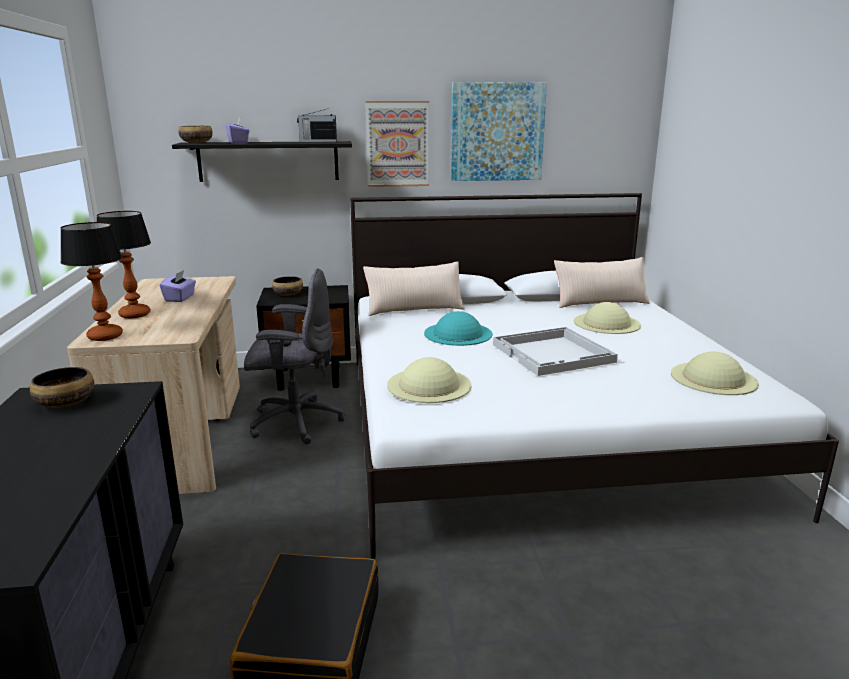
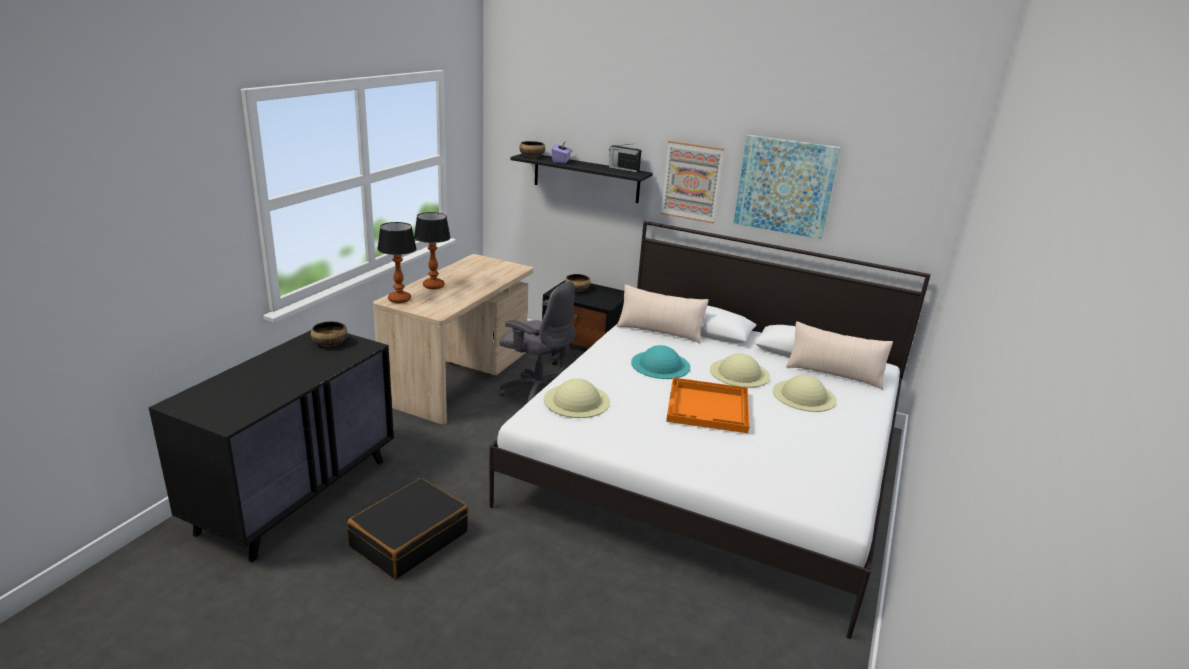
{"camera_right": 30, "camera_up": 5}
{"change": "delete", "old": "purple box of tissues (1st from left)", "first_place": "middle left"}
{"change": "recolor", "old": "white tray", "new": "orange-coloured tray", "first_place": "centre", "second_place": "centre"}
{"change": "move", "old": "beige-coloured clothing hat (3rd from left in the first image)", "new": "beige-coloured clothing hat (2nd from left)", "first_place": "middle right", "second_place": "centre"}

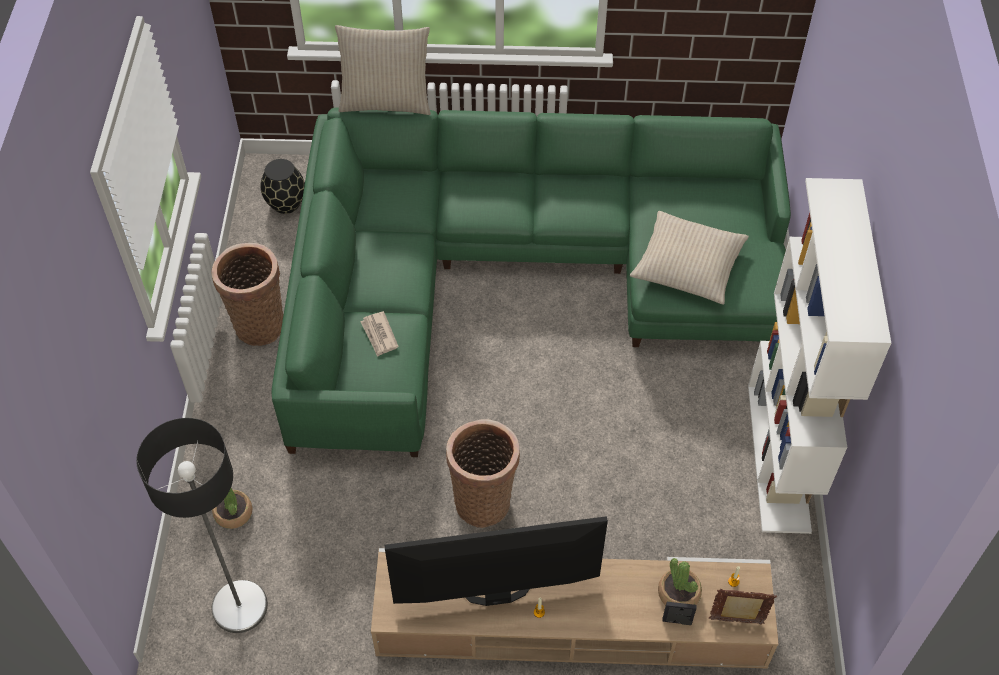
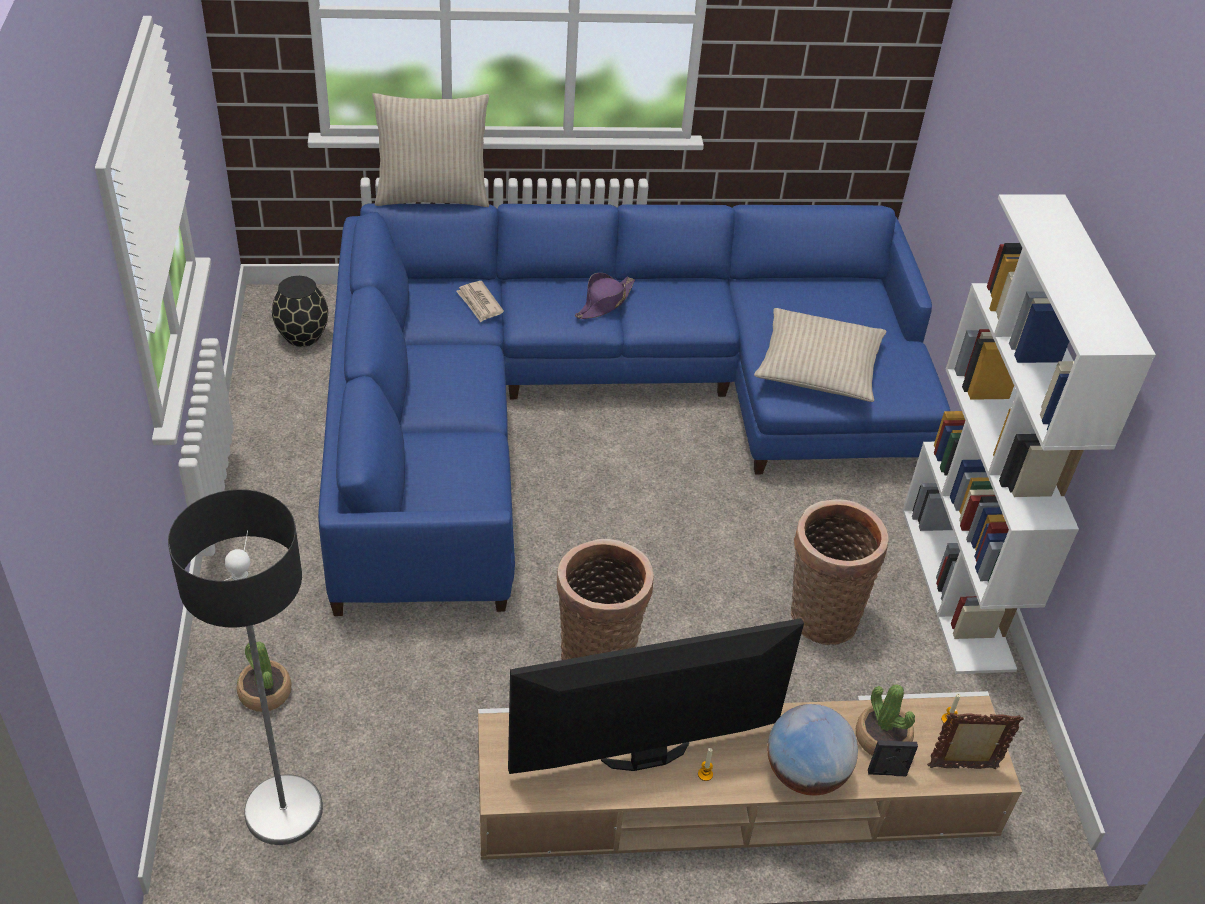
{"camera_right": -10, "camera_up": -10}
{"change": "recolor", "old": "green-coloured settee", "new": "blue settee", "first_place": "centre", "second_place": "centre"}
{"change": "move", "old": "basket (1st from left in the first image)", "new": "basket (2nd from left)", "first_place": "middle left", "second_place": "middle right"}
{"change": "move", "old": "printed paper", "first_place": "centre", "second_place": "top centre"}
{"change": "insert", "new": "purple clothing hat", "second_place": "top centre"}
{"change": "insert", "new": "world globe", "second_place": "bottom right"}

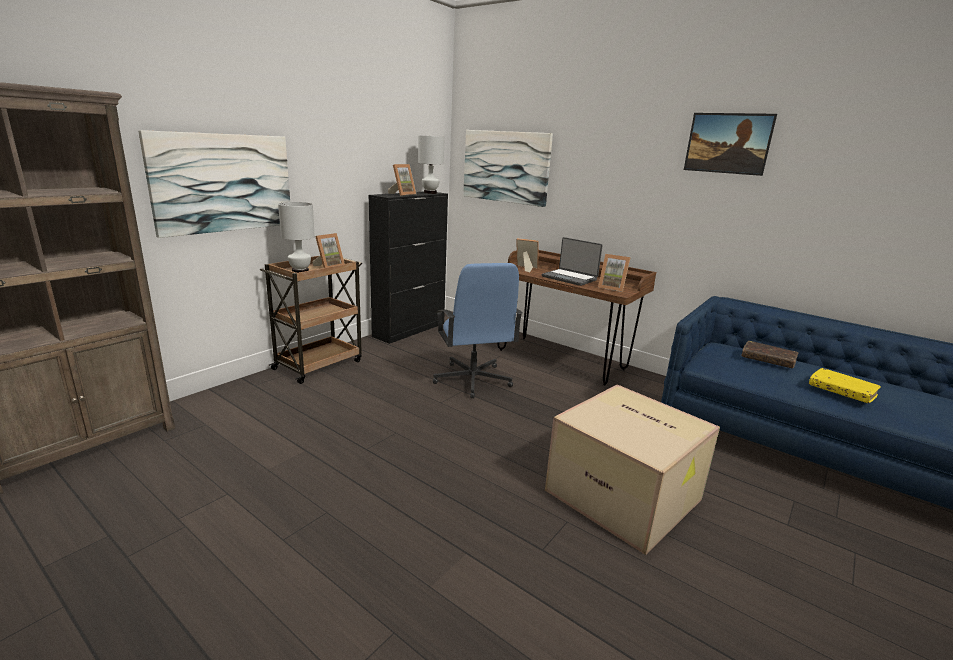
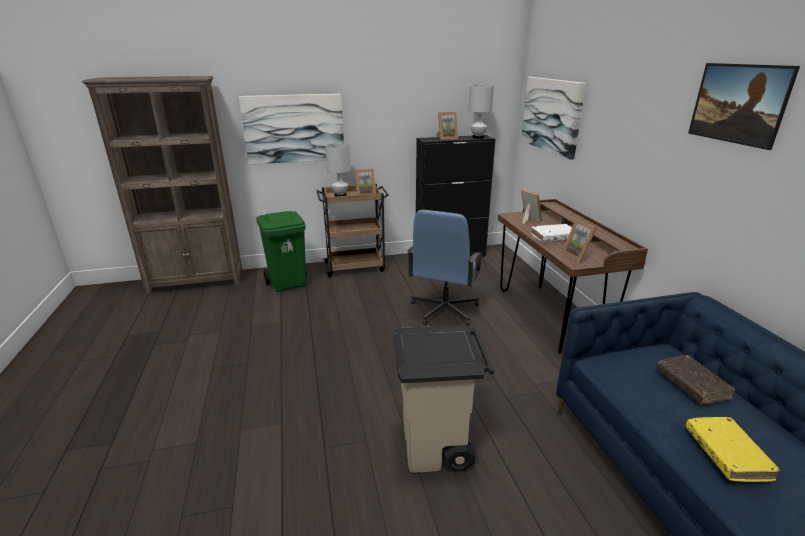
{"camera_right": 40, "camera_up": 5}
{"change": "replace", "old": "portable computer", "new": "white book", "first_place": "centre", "second_place": "middle right"}
{"change": "replace", "old": "packing box", "new": "beige-coloured waste bin", "first_place": "bottom centre", "second_place": "bottom centre"}
{"change": "insert", "new": "green-coloured waste bin", "second_place": "centre"}

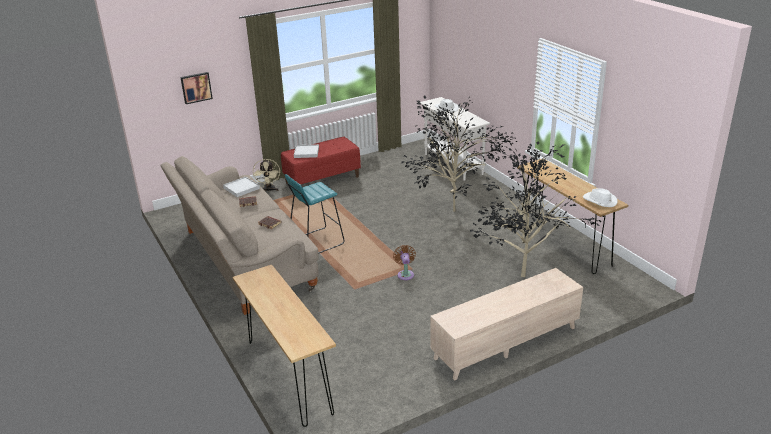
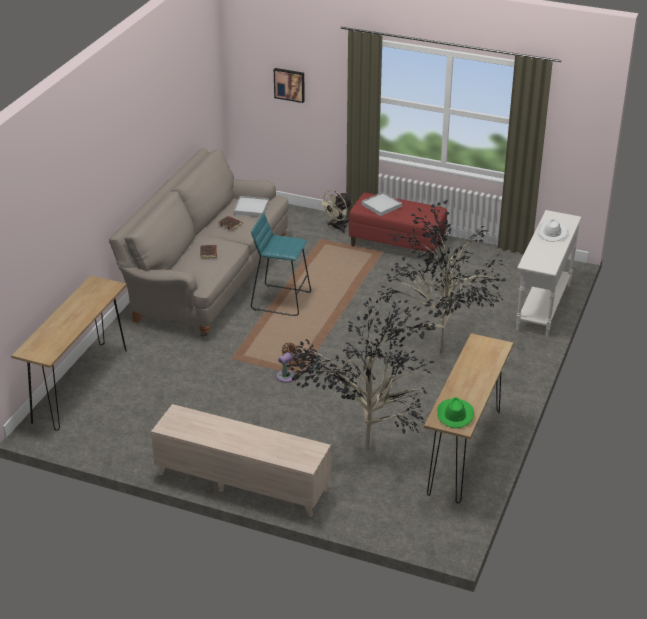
{"camera_right": 50, "camera_up": 5}
{"change": "recolor", "old": "white clothing hat (2nd from left)", "new": "green-coloured clothing hat", "first_place": "middle right", "second_place": "middle right"}

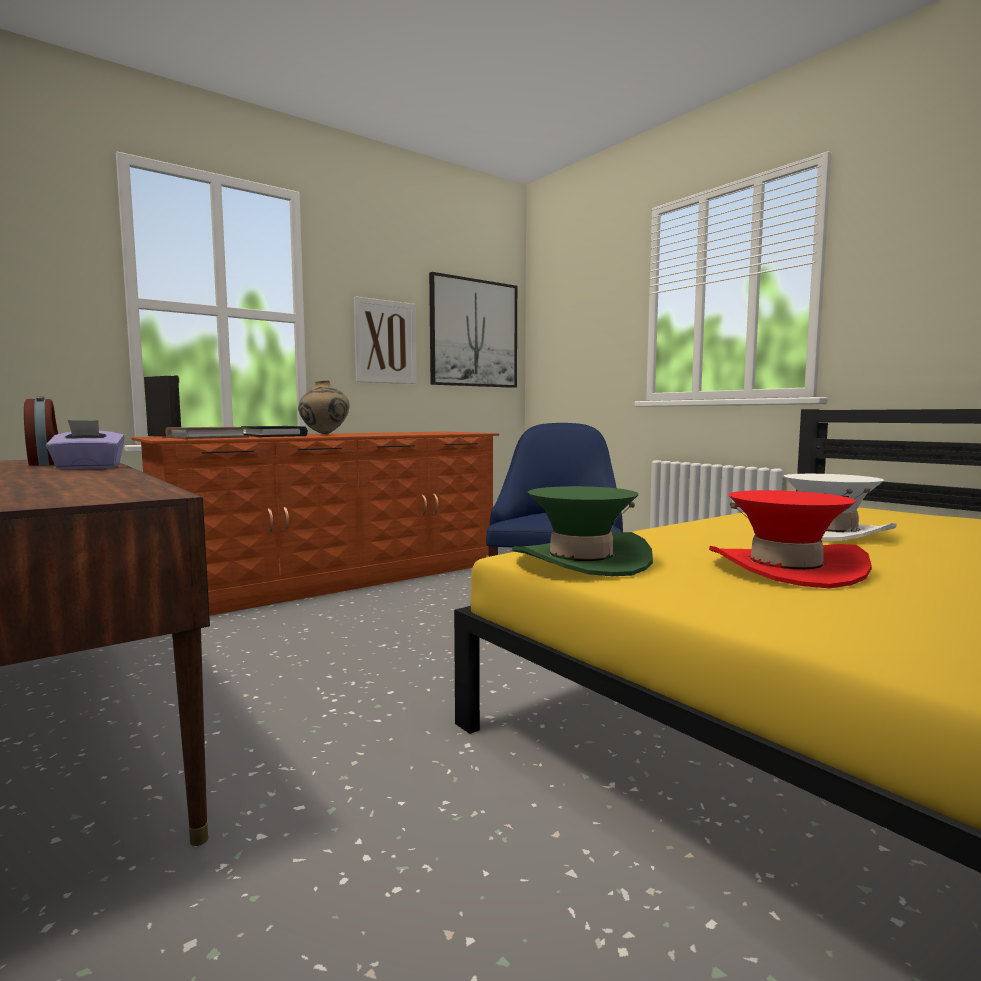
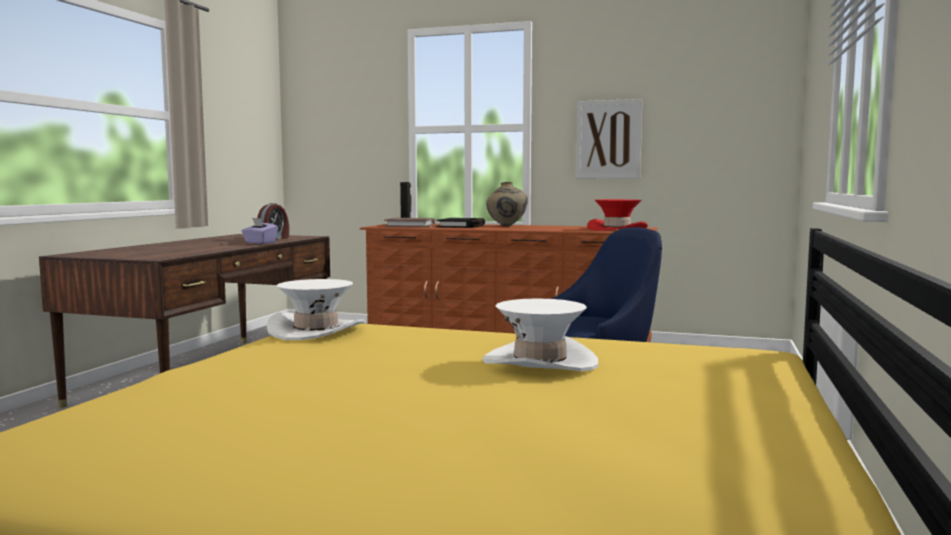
{"camera_right": 55, "camera_up": 0}
{"change": "delete", "old": "wall picture (2nd from left)", "first_place": "centre"}
{"change": "recolor", "old": "green-coloured clothing hat", "new": "white clothing hat (1st from left)", "first_place": "centre", "second_place": "middle left"}
{"change": "move", "old": "red clothing hat", "first_place": "middle right", "second_place": "centre"}

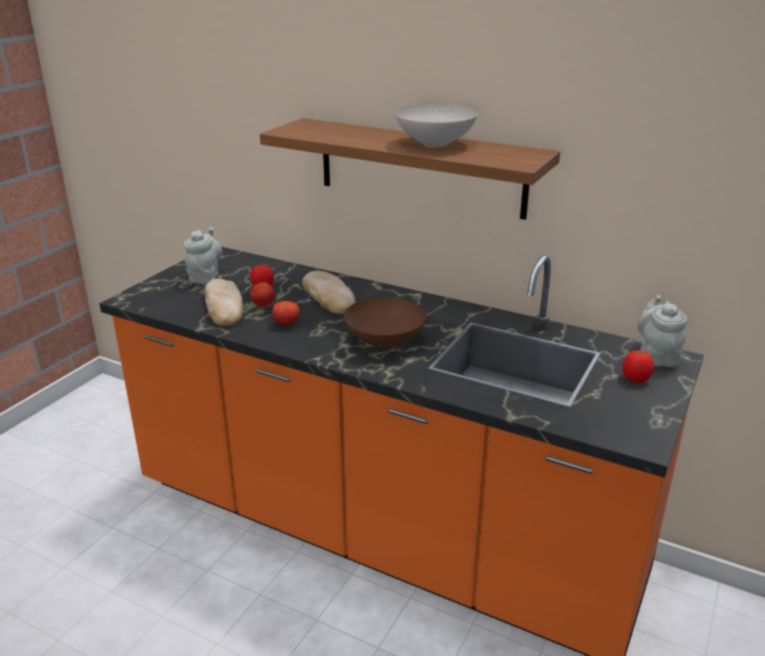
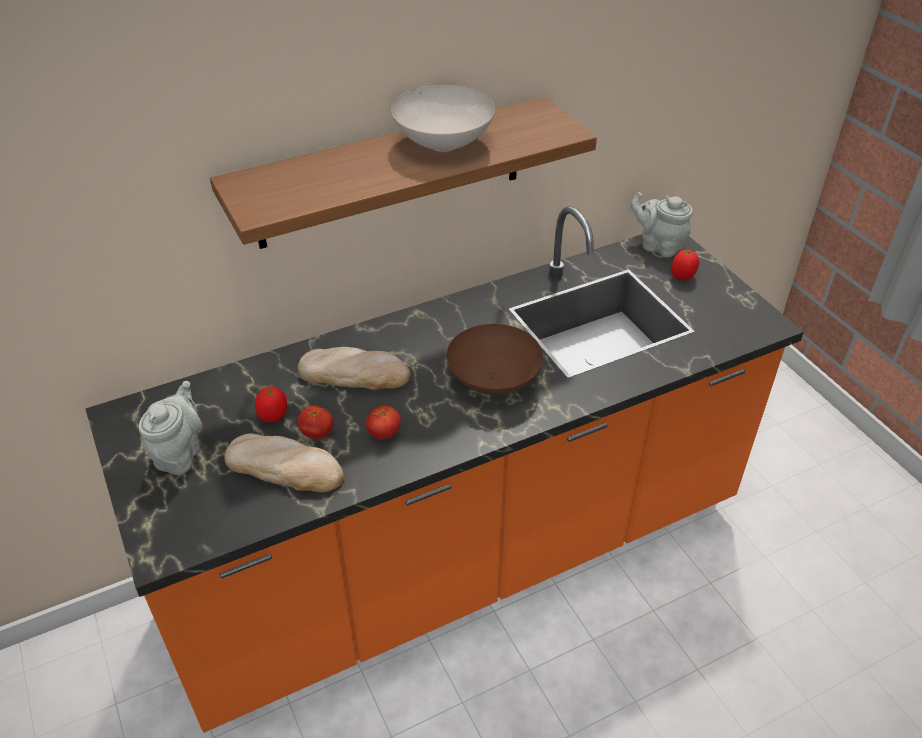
{"camera_right": -55, "camera_up": 15}
{"change": "rotate", "old": "grey tea pot (1st from left)", "first_place": "middle left", "second_place": "middle left", "degrees": 60}

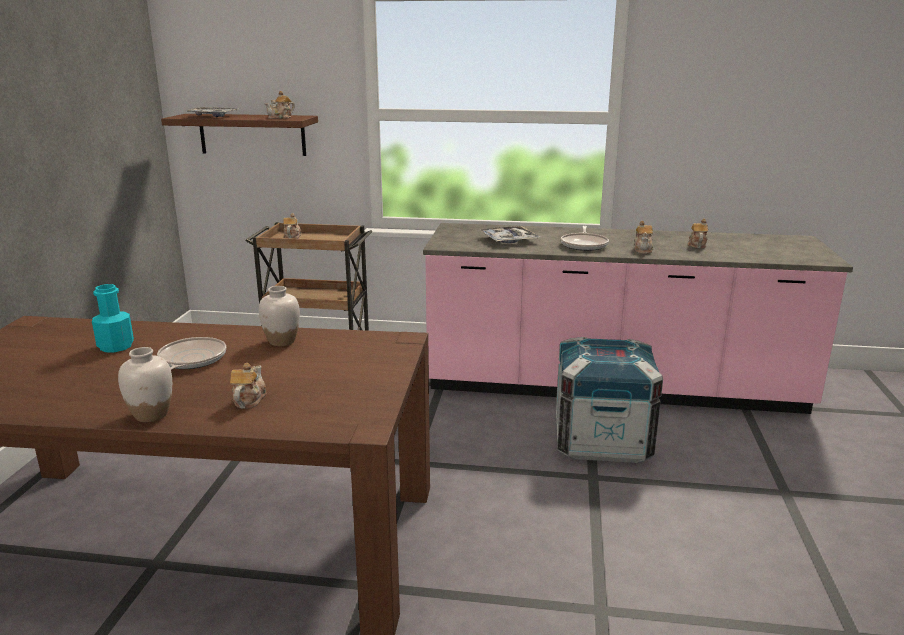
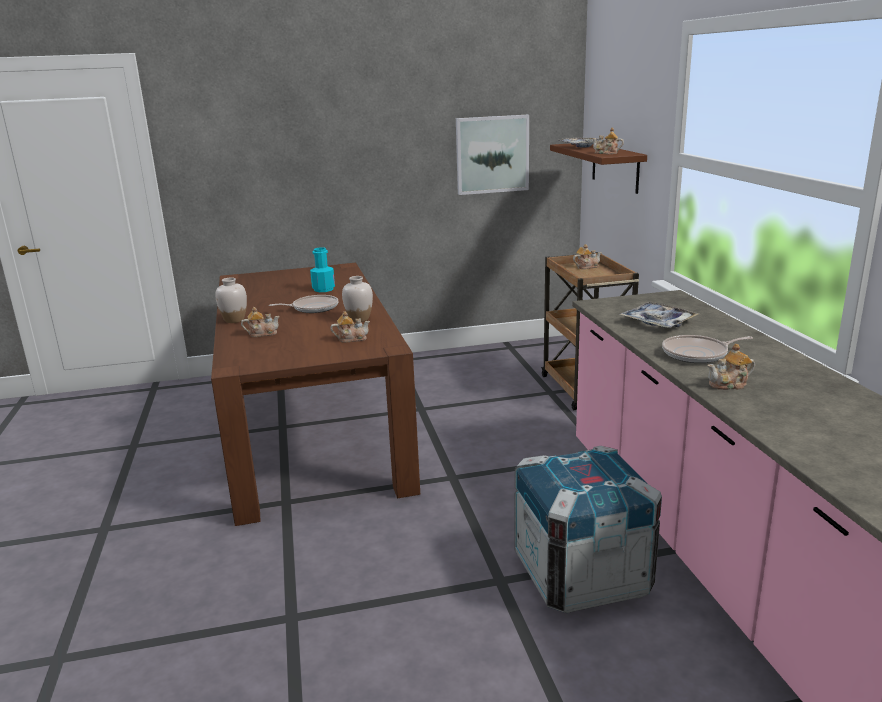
{"camera_right": 70, "camera_up": 0}
{"change": "move", "old": "tea pot (5th from left in the first image)", "new": "tea pot (2nd from left)", "first_place": "middle right", "second_place": "centre"}
{"change": "insert", "new": "wall picture", "second_place": "top centre"}

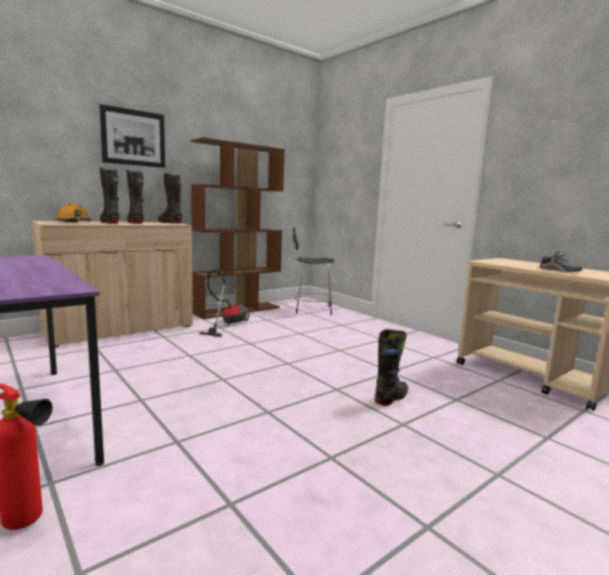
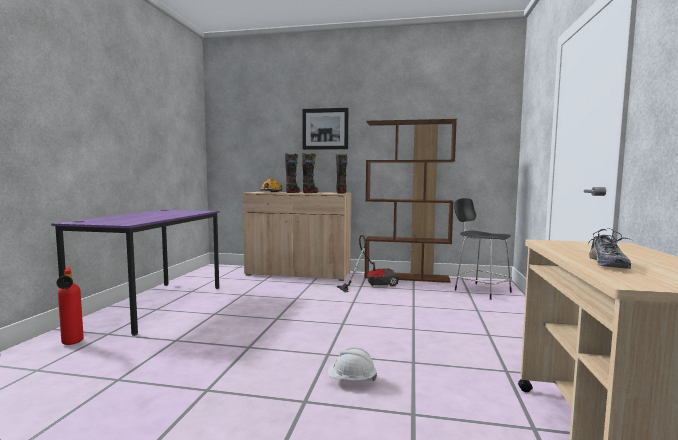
{"camera_right": 50, "camera_up": -5}
{"change": "replace", "old": "black boot (4th from left)", "new": "white hard hat", "first_place": "centre", "second_place": "bottom centre"}

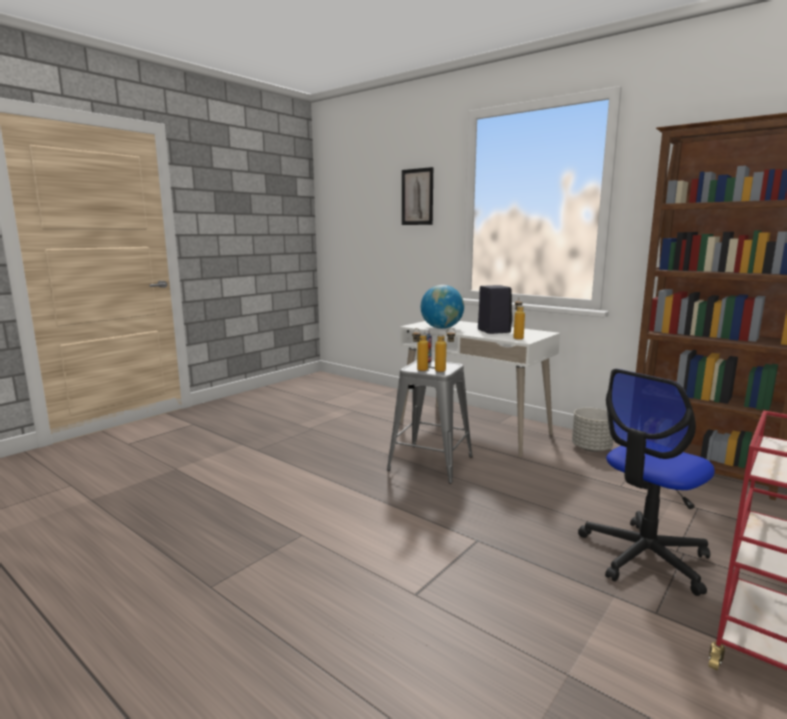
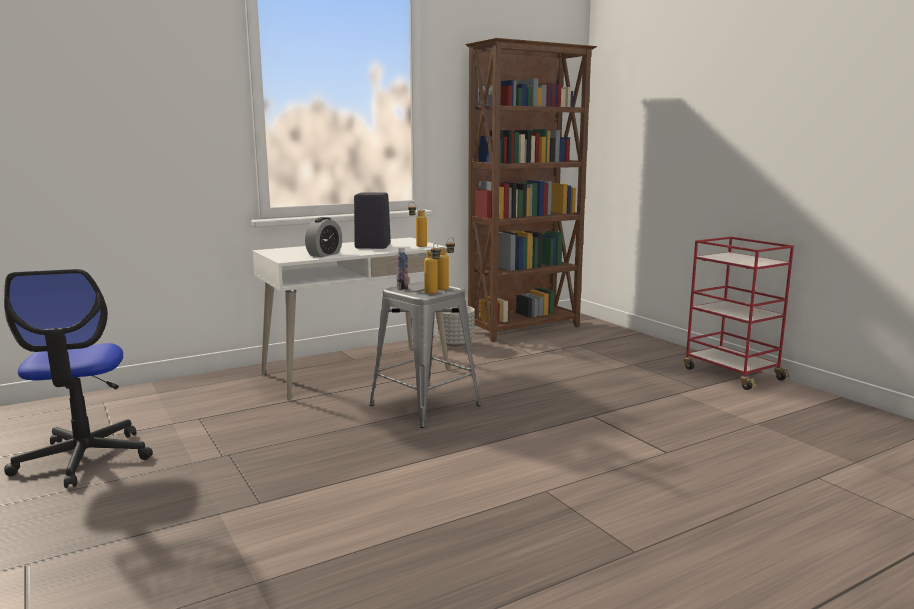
{"camera_right": -70, "camera_up": 0}
{"change": "delete", "old": "wall picture", "first_place": "top centre"}
{"change": "replace", "old": "world globe", "new": "alarm clock", "first_place": "centre", "second_place": "centre"}
{"change": "move", "old": "computer chair", "first_place": "bottom right", "second_place": "middle left"}

